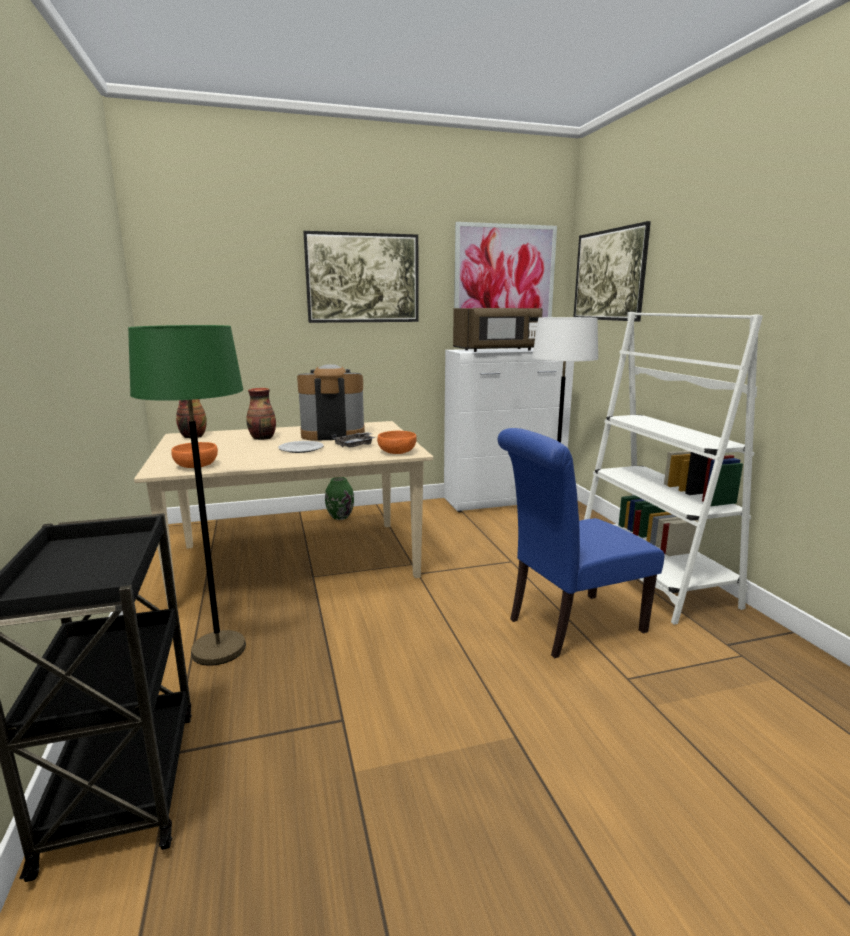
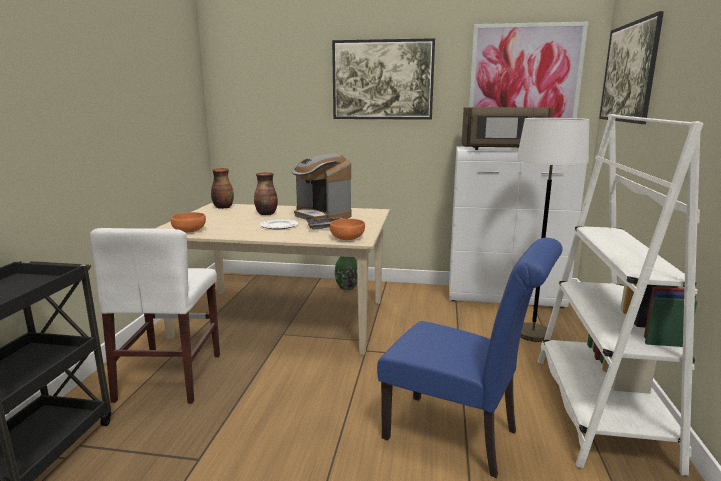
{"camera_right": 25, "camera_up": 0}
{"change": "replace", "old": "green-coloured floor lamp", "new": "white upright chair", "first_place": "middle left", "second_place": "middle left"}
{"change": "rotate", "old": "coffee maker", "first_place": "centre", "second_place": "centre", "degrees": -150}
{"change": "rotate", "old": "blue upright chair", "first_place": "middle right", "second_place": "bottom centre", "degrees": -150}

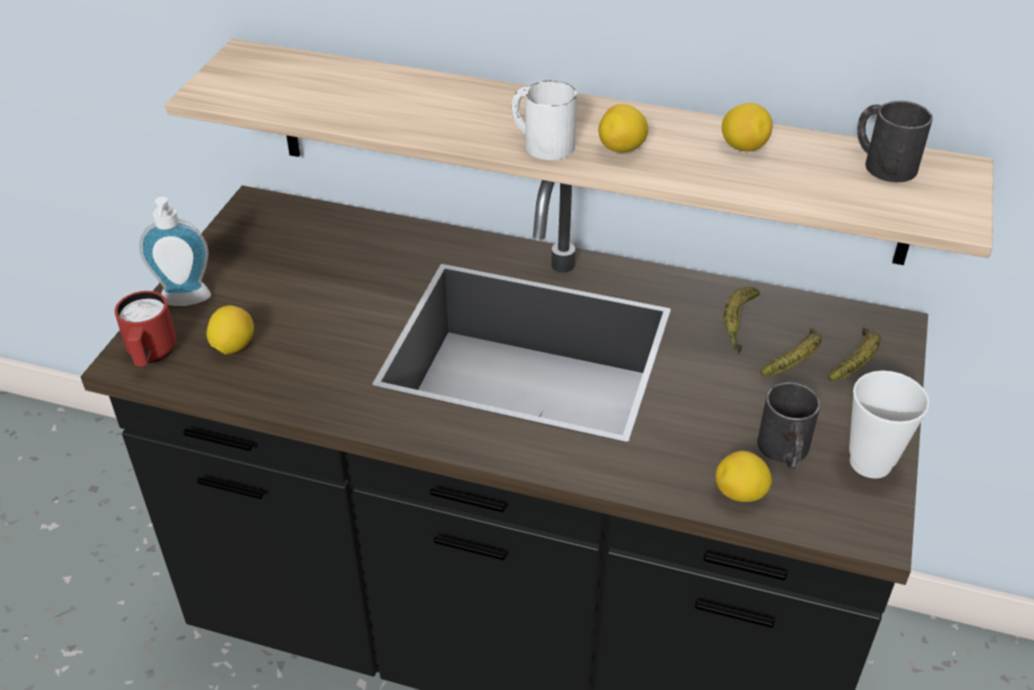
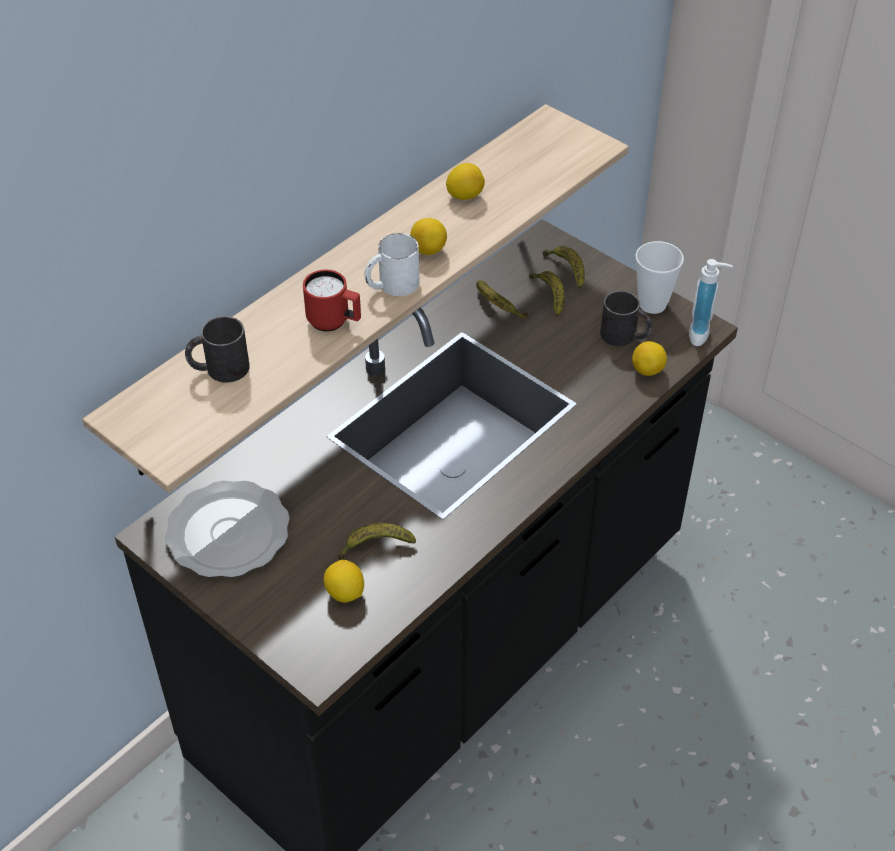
{"camera_right": -65, "camera_up": 5}
{"change": "move", "old": "black tea mug (2nd from left in the first image)", "new": "black tea mug (1st from left)", "first_place": "top right", "second_place": "middle left"}
{"change": "move", "old": "liquid soap bottle", "first_place": "middle left", "second_place": "middle right"}
{"change": "move", "old": "red tea mug", "first_place": "middle left", "second_place": "centre"}
{"change": "insert", "new": "flat dish", "second_place": "middle left"}
{"change": "insert", "new": "banana fruit (1st from left)", "second_place": "centre"}

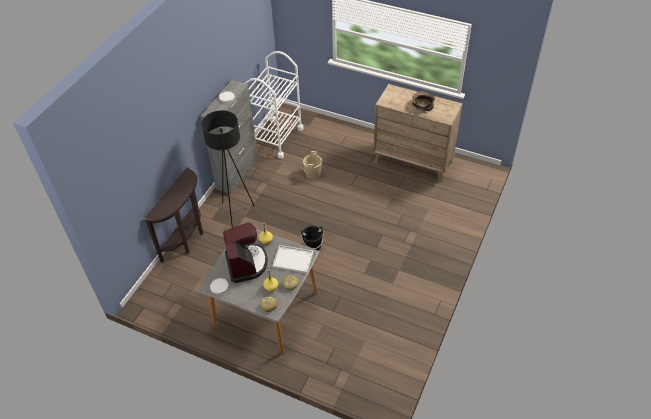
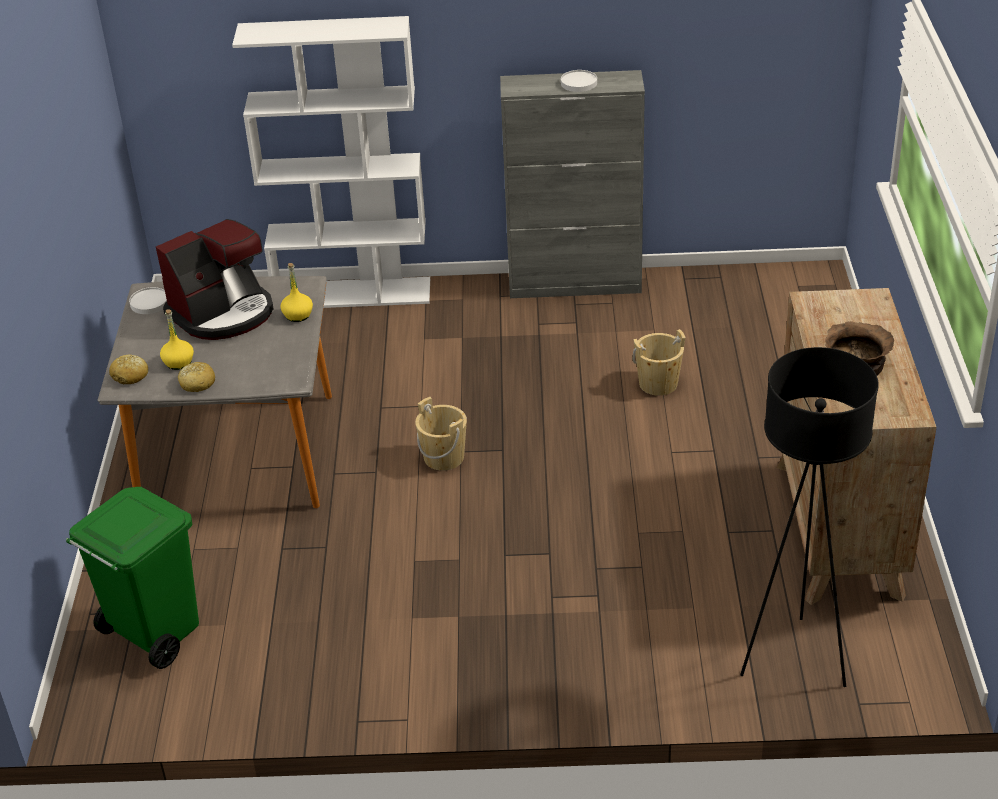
{"camera_right": 65, "camera_up": -10}
{"change": "delete", "old": "white cart", "first_place": "top centre"}
{"change": "move", "old": "black floor lamp", "first_place": "centre", "second_place": "middle right"}
{"change": "replace", "old": "brown hall table", "new": "white bookcase", "first_place": "middle left", "second_place": "top left"}
{"change": "recolor", "old": "black pail", "new": "beige-coloured pail (1st from left)", "first_place": "centre", "second_place": "centre"}
{"change": "delete", "old": "white tray", "first_place": "centre"}
{"change": "insert", "new": "green-coloured waste bin", "second_place": "bottom left"}

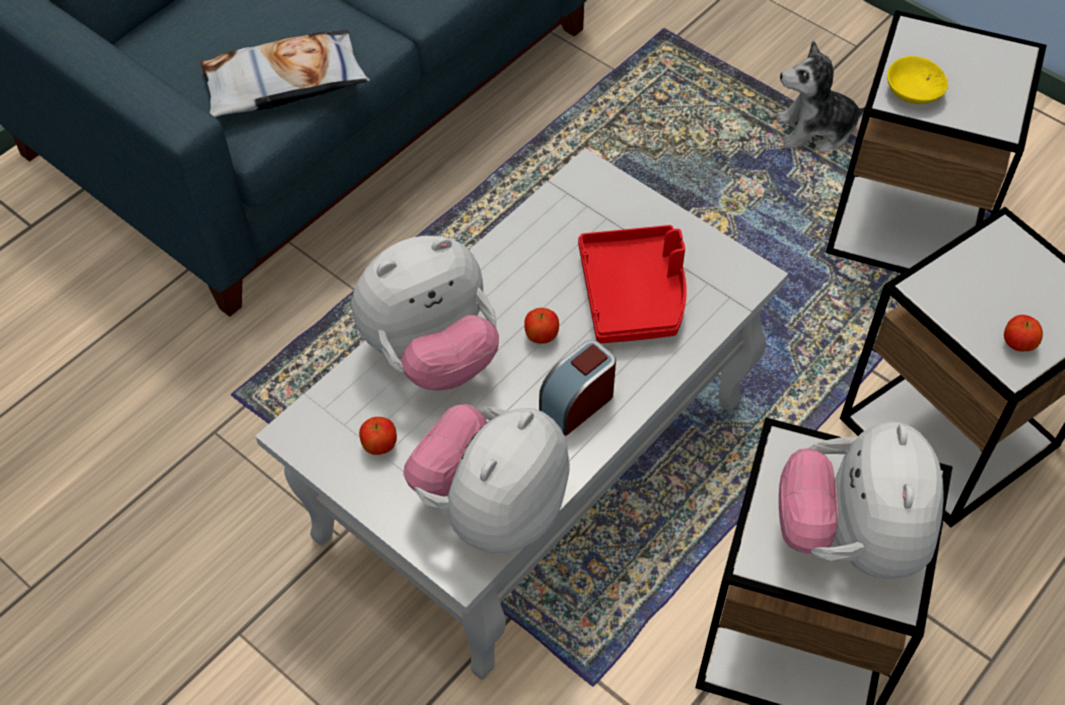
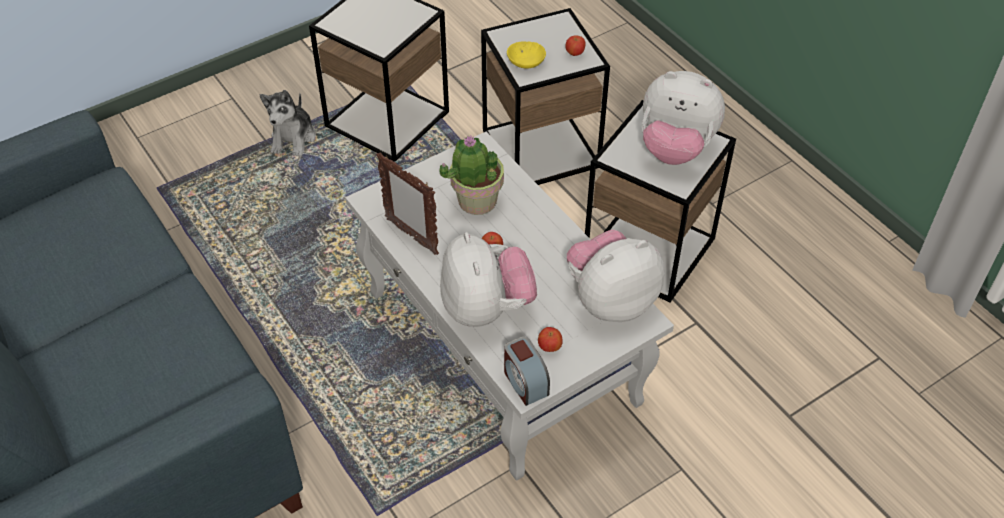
{"camera_right": -75, "camera_up": -5}
{"change": "delete", "old": "pillow", "first_place": "top left"}
{"change": "move", "old": "yellow bowl", "first_place": "top right", "second_place": "top centre"}
{"change": "replace", "old": "red tray", "new": "potted plant", "first_place": "centre", "second_place": "centre"}
{"change": "move", "old": "alarm clock", "first_place": "centre", "second_place": "bottom centre"}
{"change": "rotate", "old": "soft toy (2nd from left in the first image)", "first_place": "bottom centre", "second_place": "centre", "degrees": 105}
{"change": "insert", "new": "standing frame", "second_place": "centre"}

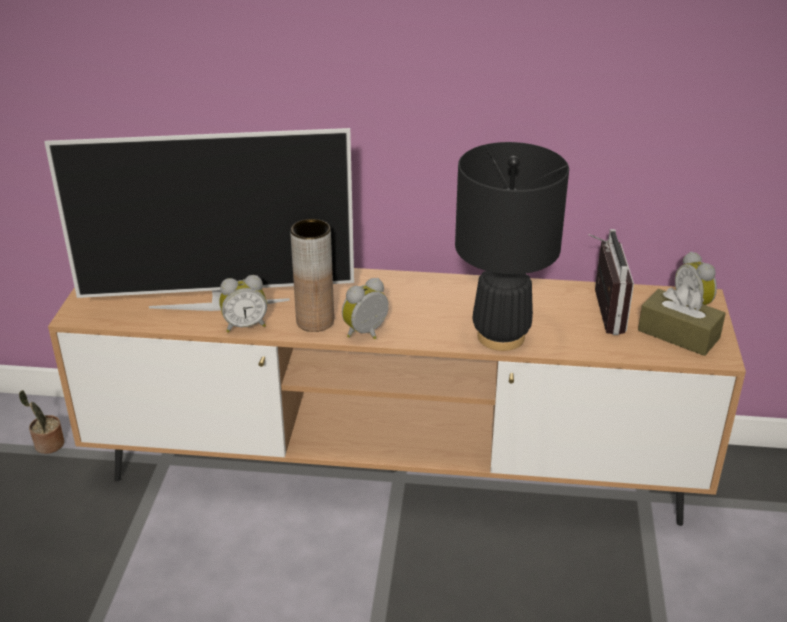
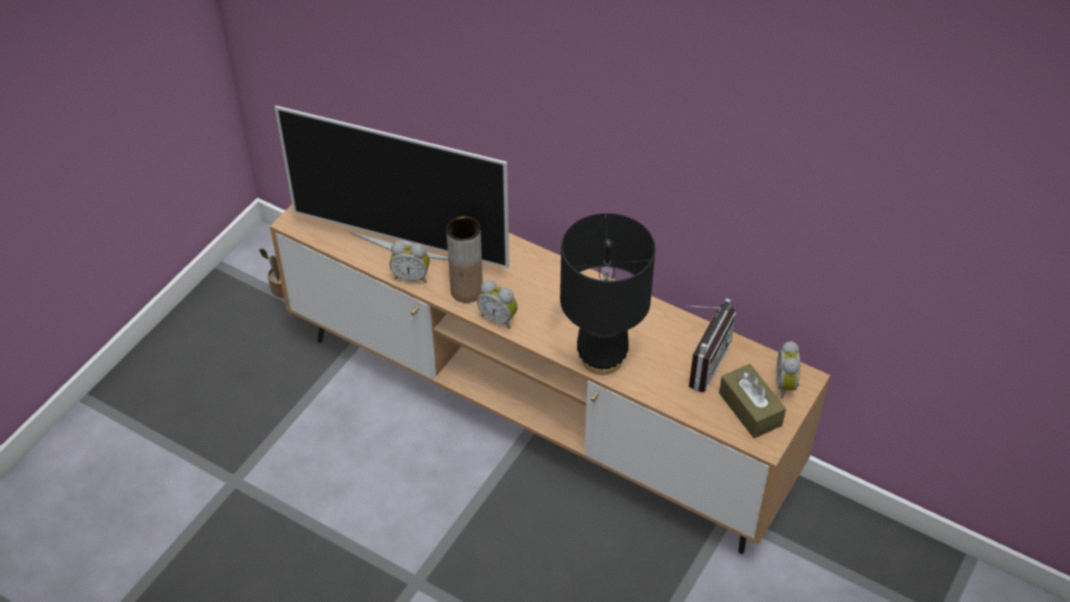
{"camera_right": 25, "camera_up": 15}
{"change": "rotate", "old": "alarm clock (2nd from left)", "first_place": "centre", "second_place": "centre", "degrees": -135}

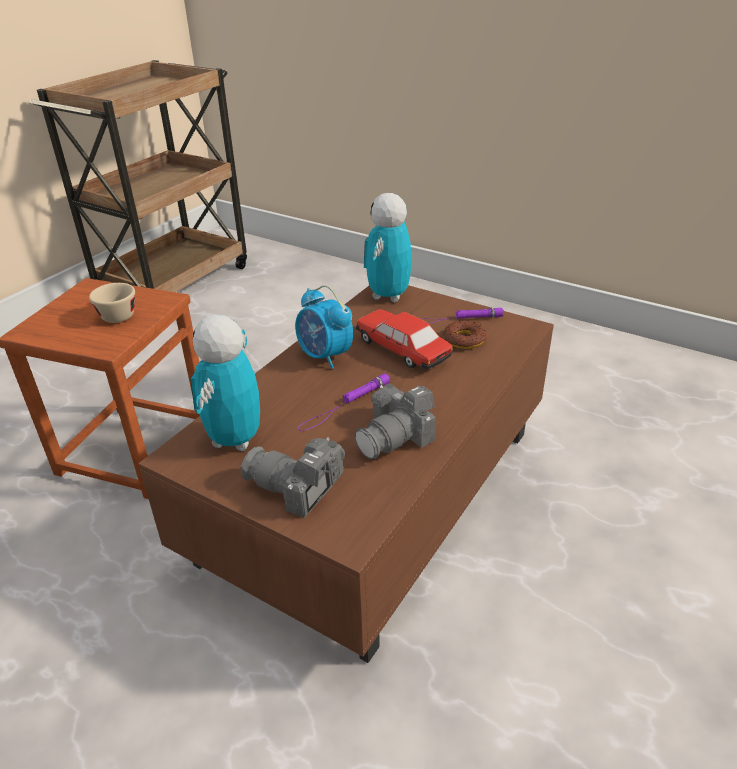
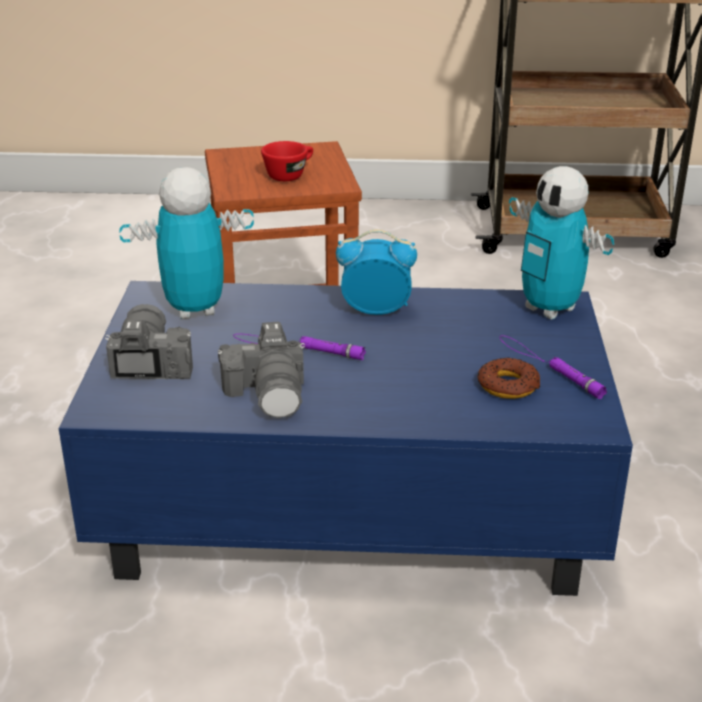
{"camera_right": 60, "camera_up": -5}
{"change": "rotate", "old": "toy robot (2nd from left)", "first_place": "top centre", "second_place": "middle right", "degrees": -120}
{"change": "recolor", "old": "beige-coloured drinking cup", "new": "red drinking cup", "first_place": "middle left", "second_place": "top centre"}
{"change": "recolor", "old": "brown low table", "new": "blue low table", "first_place": "centre", "second_place": "centre"}
{"change": "rotate", "old": "alarm clock", "first_place": "centre", "second_place": "centre", "degrees": 75}
{"change": "delete", "old": "toy car", "first_place": "centre"}
{"change": "rotate", "old": "photo camera (2nd from left)", "first_place": "centre", "second_place": "centre", "degrees": -120}

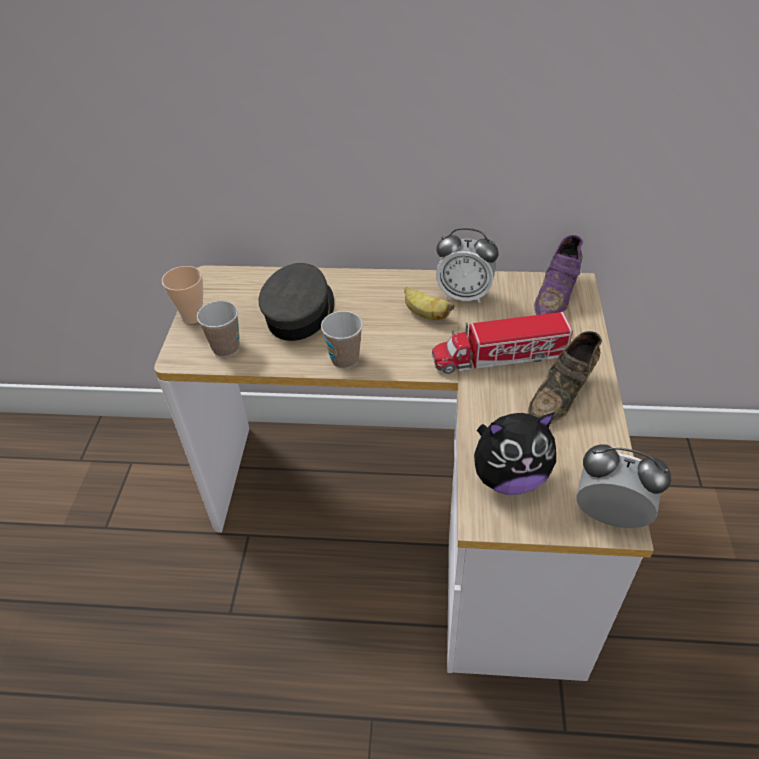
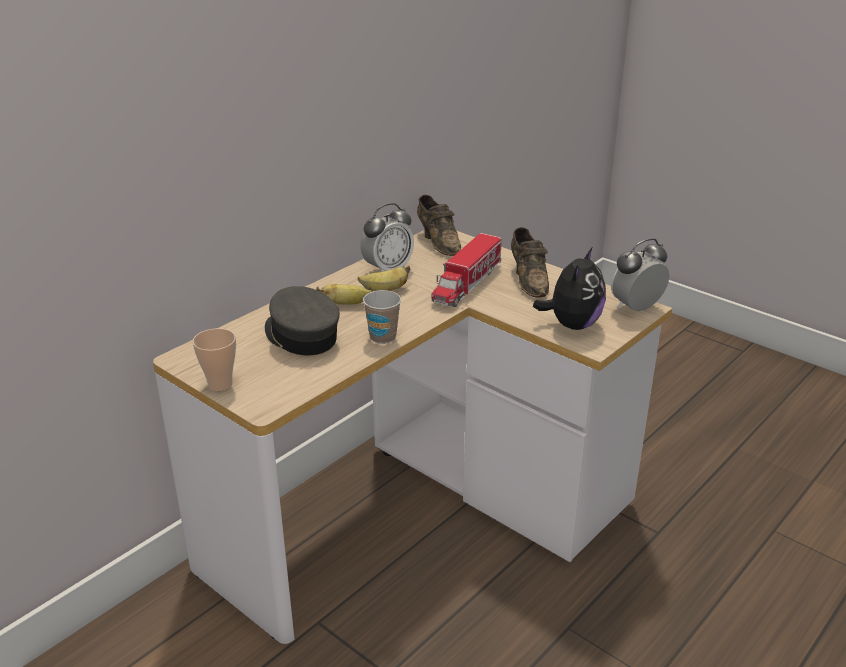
{"camera_right": -55, "camera_up": -15}
{"change": "recolor", "old": "purple item of footwear", "new": "brown item of footwear (1st from left)", "first_place": "middle right", "second_place": "centre"}
{"change": "delete", "old": "drinking cup (2nd from left)", "first_place": "middle left"}
{"change": "insert", "new": "banana fruit (1st from left)", "second_place": "centre"}

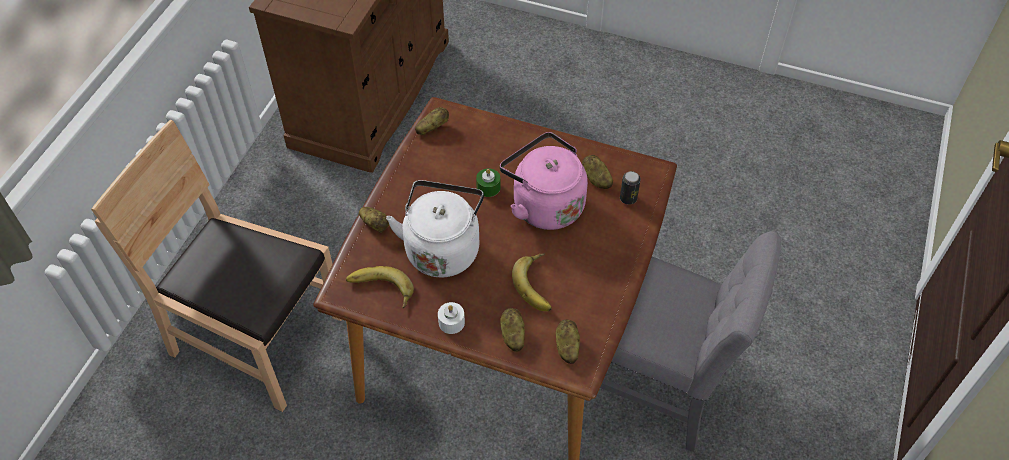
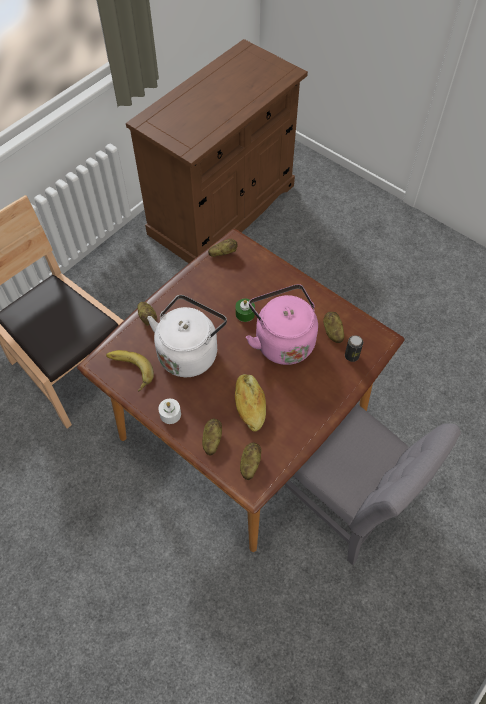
{"camera_right": 20, "camera_up": 5}
{"change": "replace", "old": "banana fruit (2nd from left)", "new": "bakery bread", "first_place": "centre", "second_place": "centre"}

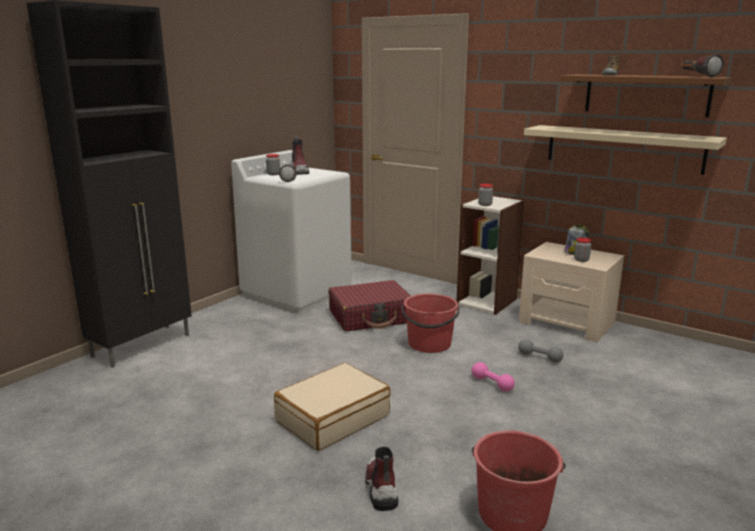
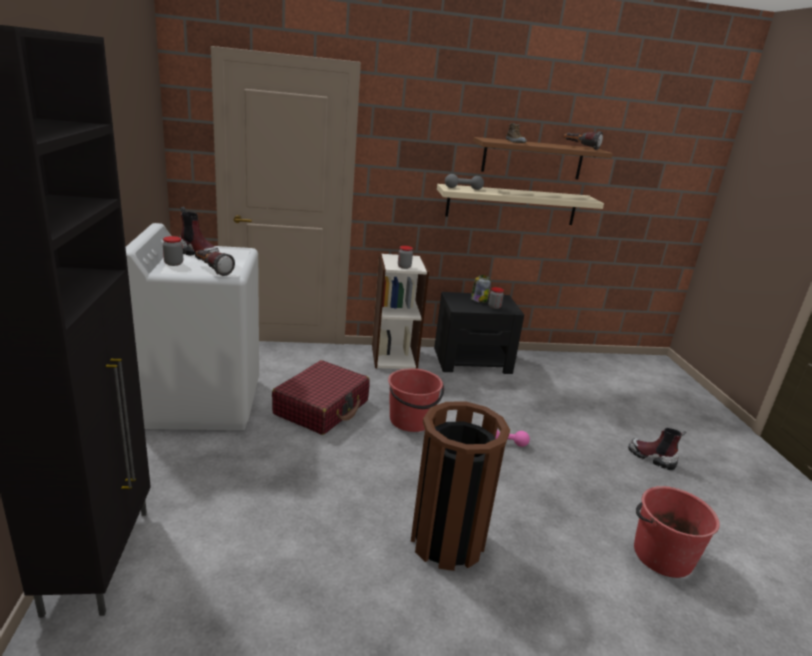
{"camera_right": -45, "camera_up": 5}
{"change": "recolor", "old": "beige-coloured bedside table", "new": "black bedside table", "first_place": "middle right", "second_place": "centre"}
{"change": "move", "old": "grey dumbbell", "first_place": "middle right", "second_place": "top centre"}
{"change": "replace", "old": "beige-coloured travel case", "new": "brown waste bin", "first_place": "bottom centre", "second_place": "bottom centre"}
{"change": "move", "old": "boot (2nd from left)", "first_place": "bottom centre", "second_place": "bottom right"}

